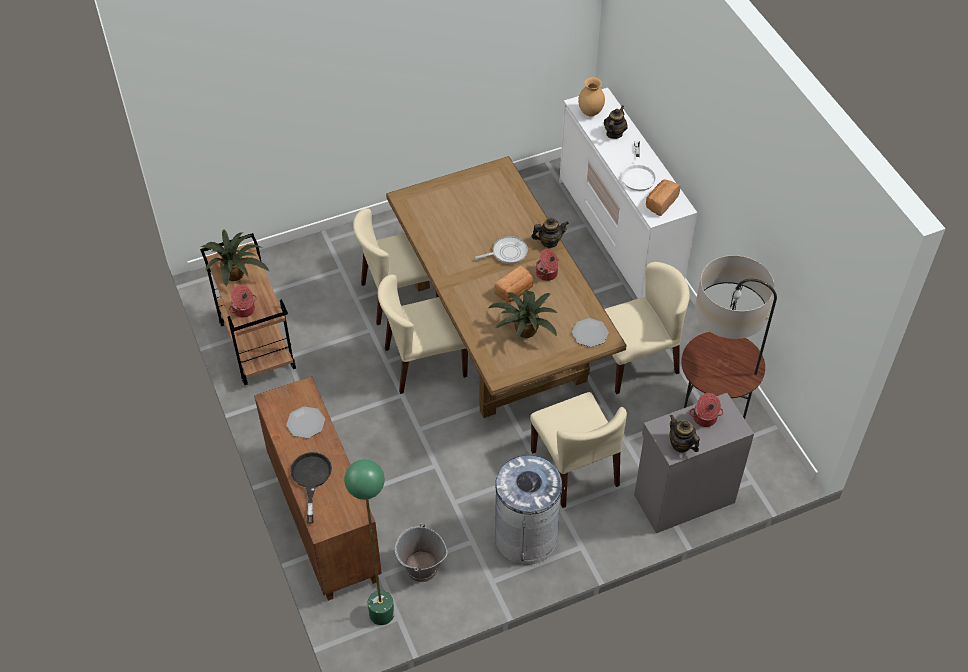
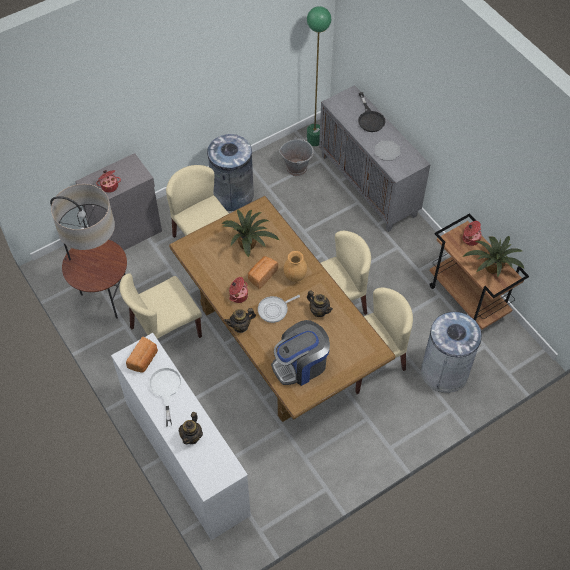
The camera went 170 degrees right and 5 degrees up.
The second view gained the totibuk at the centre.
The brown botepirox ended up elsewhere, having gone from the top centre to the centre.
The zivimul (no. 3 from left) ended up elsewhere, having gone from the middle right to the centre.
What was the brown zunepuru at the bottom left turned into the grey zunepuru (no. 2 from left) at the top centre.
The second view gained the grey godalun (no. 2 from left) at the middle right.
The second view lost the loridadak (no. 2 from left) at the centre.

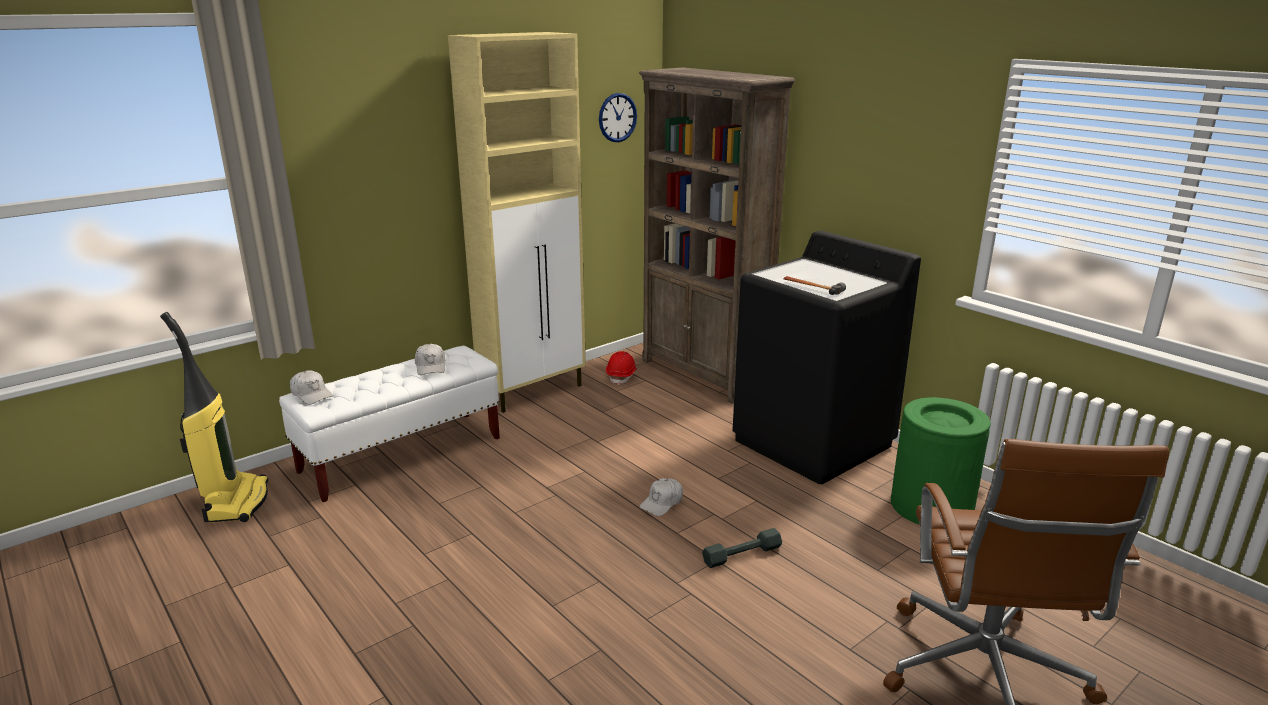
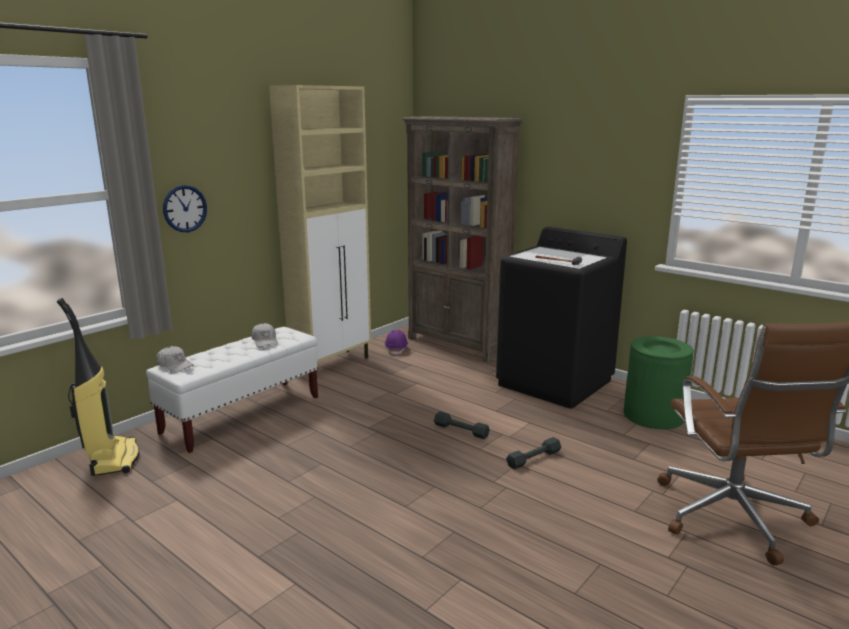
The camera went 10 degrees left and 5 degrees down.
The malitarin ended up elsewhere, having gone from the top centre to the top left.
What was the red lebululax at the centre turned into the purple lebululax at the centre.
Where the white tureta (no. 3 from left) stood at the bottom centre, the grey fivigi (no. 1 from left) came to stand at the bottom centre.

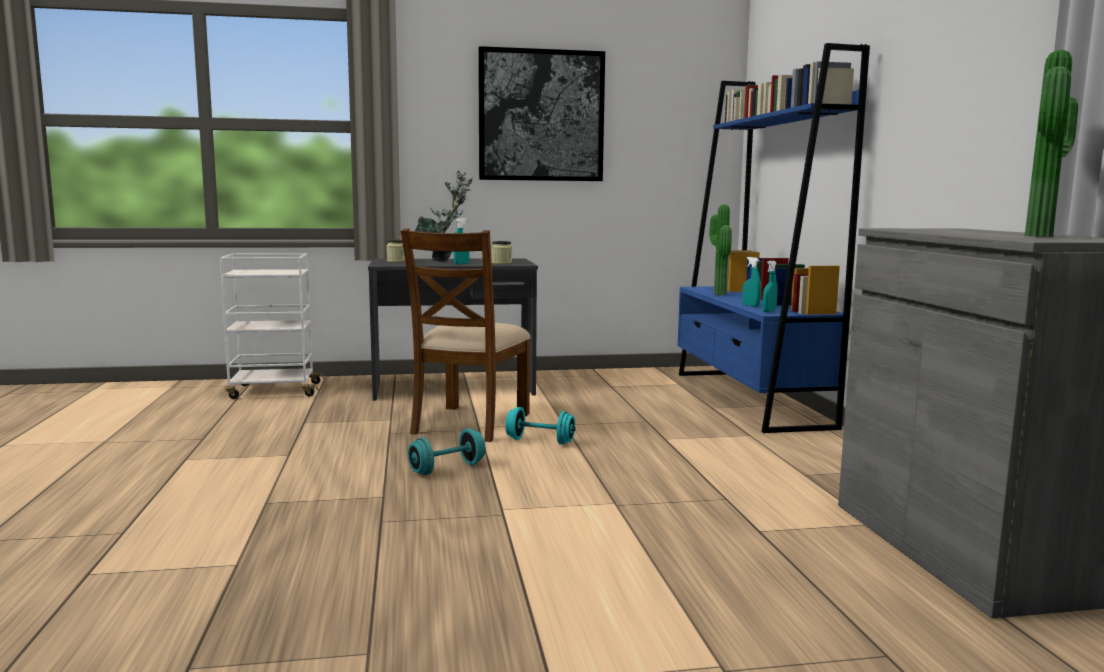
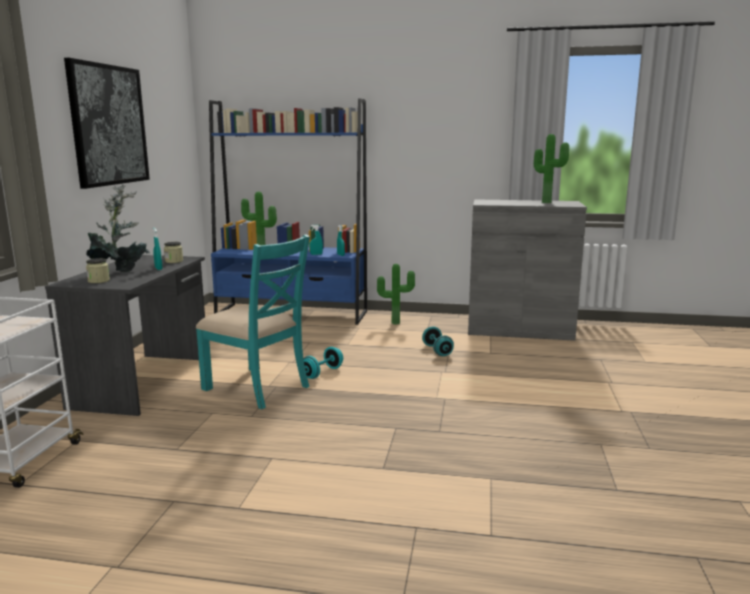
The camera went 70 degrees left and 5 degrees up.
What was the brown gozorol at the centre turned into the turquoise gozorol at the centre.
The second view gained the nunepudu (no. 3 from left) at the centre.
The turquoise fivigi (no. 1 from left in the first image) ended up elsewhere, having gone from the bottom centre to the centre.

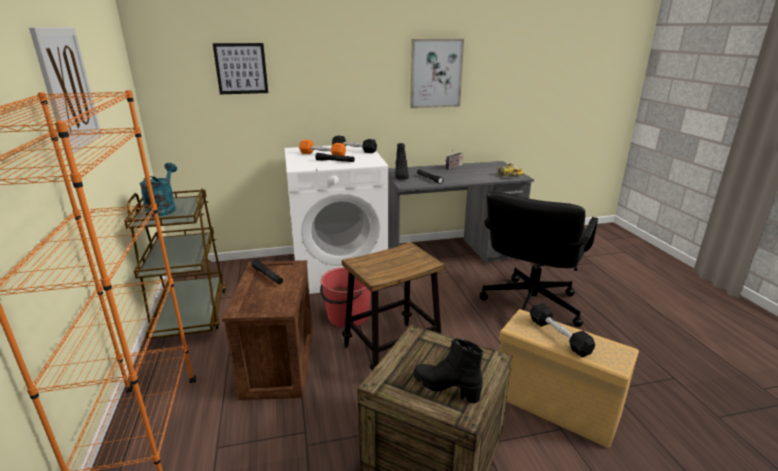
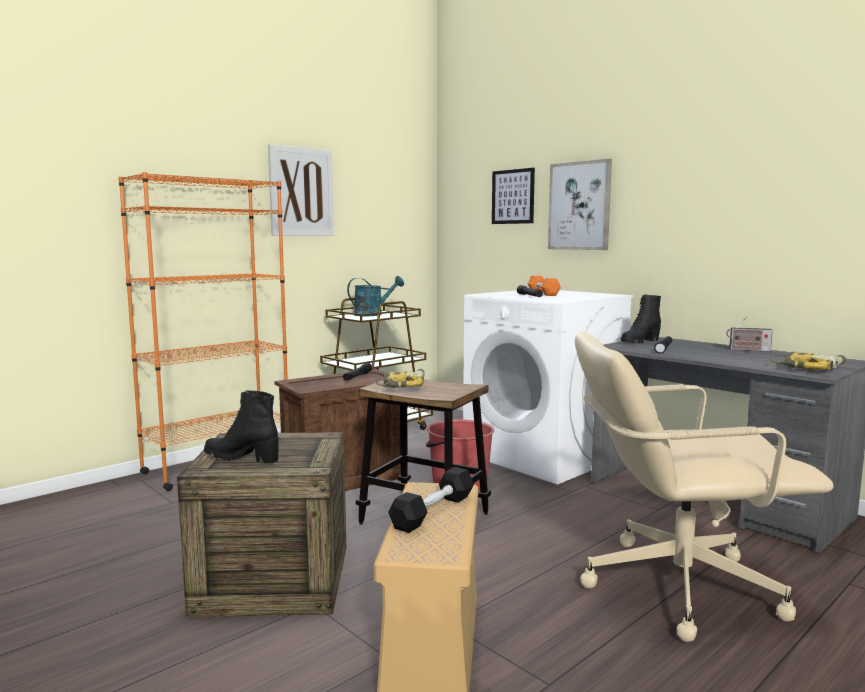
The camera went 60 degrees right and 15 degrees down.
The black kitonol (no. 2 from left in the first image) at the bottom centre ended up facing another way, 75 degrees counterclockwise from before.
The second view gained the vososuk (no. 1 from left) at the centre.
The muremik (no. 3 from left) ended up elsewhere, having gone from the top centre to the top right.
What was the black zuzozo at the middle right turned into the beige zuzozo at the bottom right.
The second view lost the black fivigi (no. 1 from left) at the top centre.

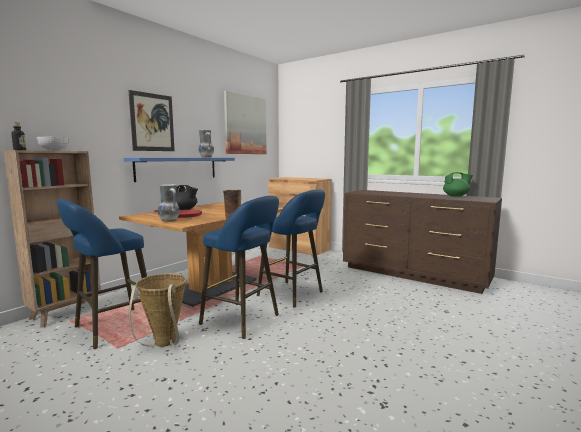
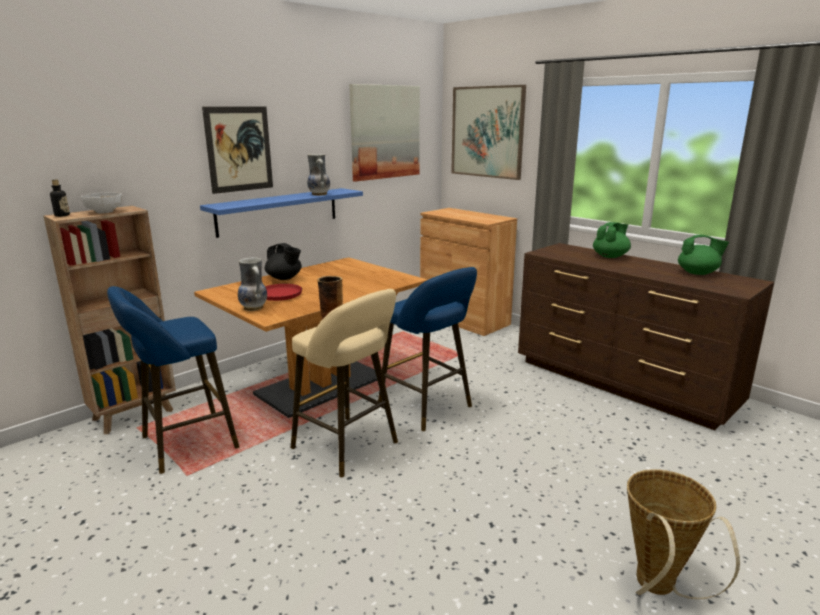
The camera went 10 degrees right and 10 degrees up.
What was the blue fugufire (no. 2 from left) at the centre turned into the beige fugufire at the centre.
The second view gained the muremik (no. 3 from left) at the top centre.
The second view gained the green zivimul (no. 1 from left) at the middle right.
The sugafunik ended up elsewhere, having gone from the bottom left to the bottom right.

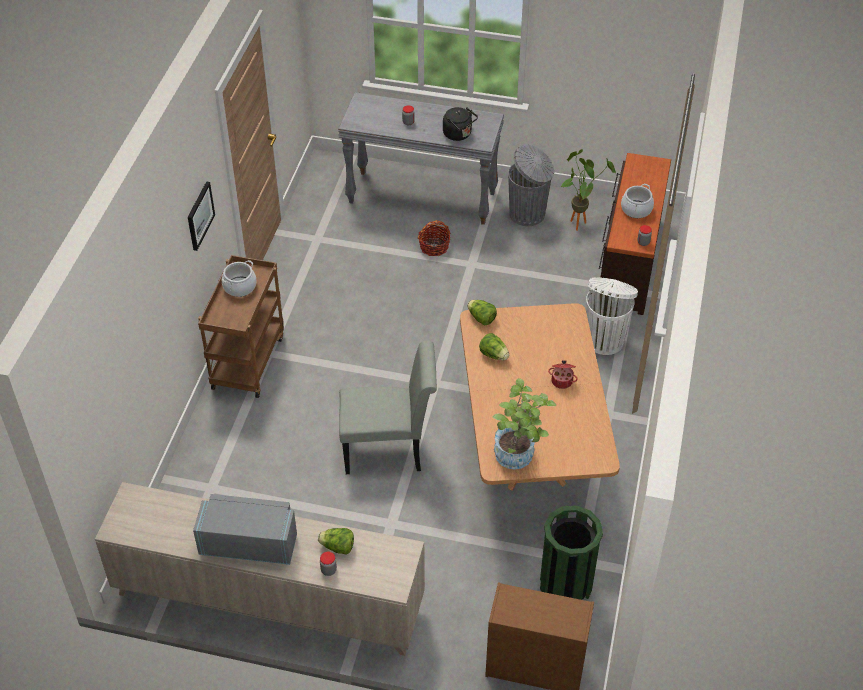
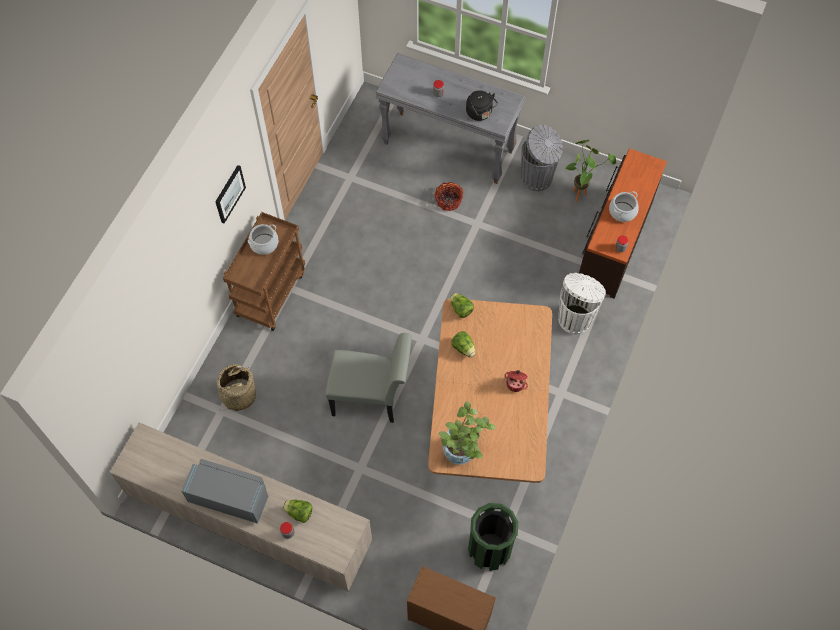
The camera went 10 degrees right and 15 degrees up.
The second view gained the sugafunik (no. 1 from left) at the middle left.

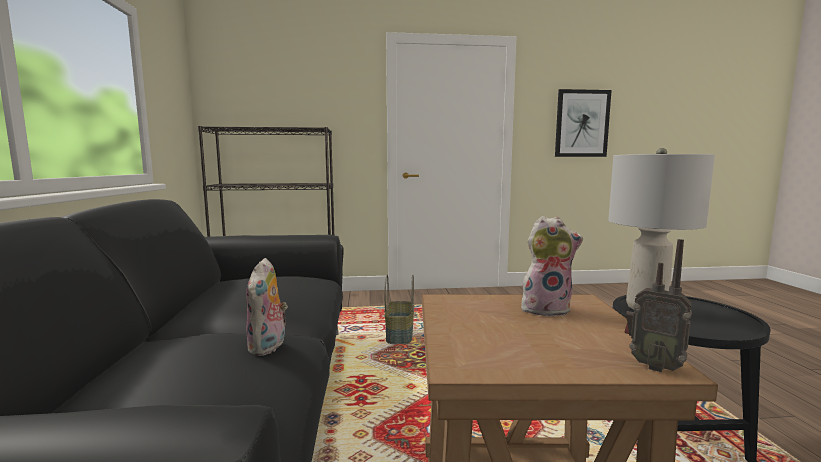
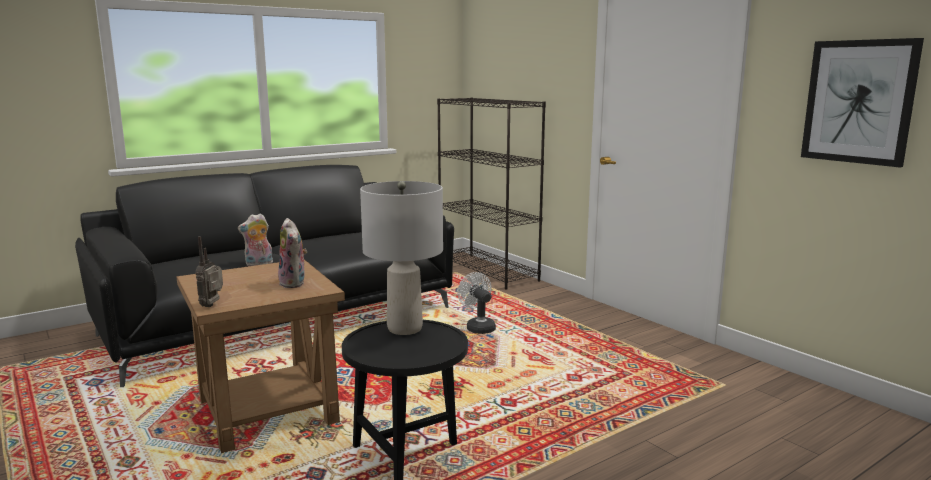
The camera went 60 degrees right and 5 degrees up.
Where the sugafunik stood at the bottom centre, the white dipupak came to stand at the centre.

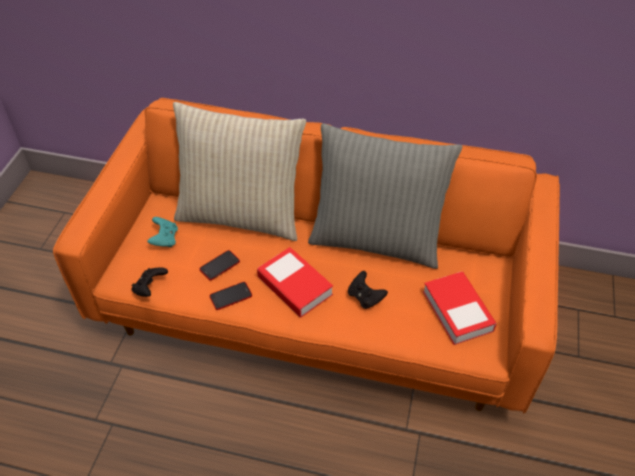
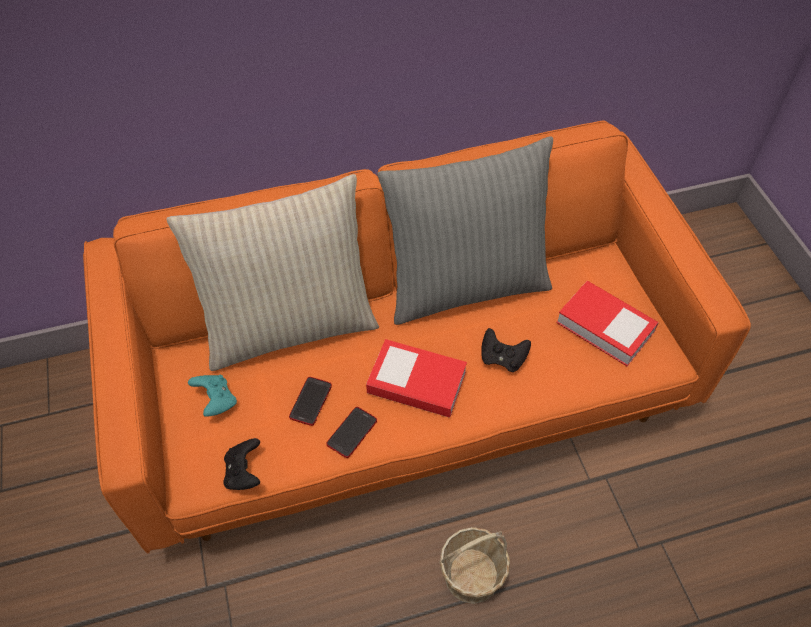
The camera went 30 degrees left and 5 degrees up.
The second view gained the sugafunik at the bottom centre.

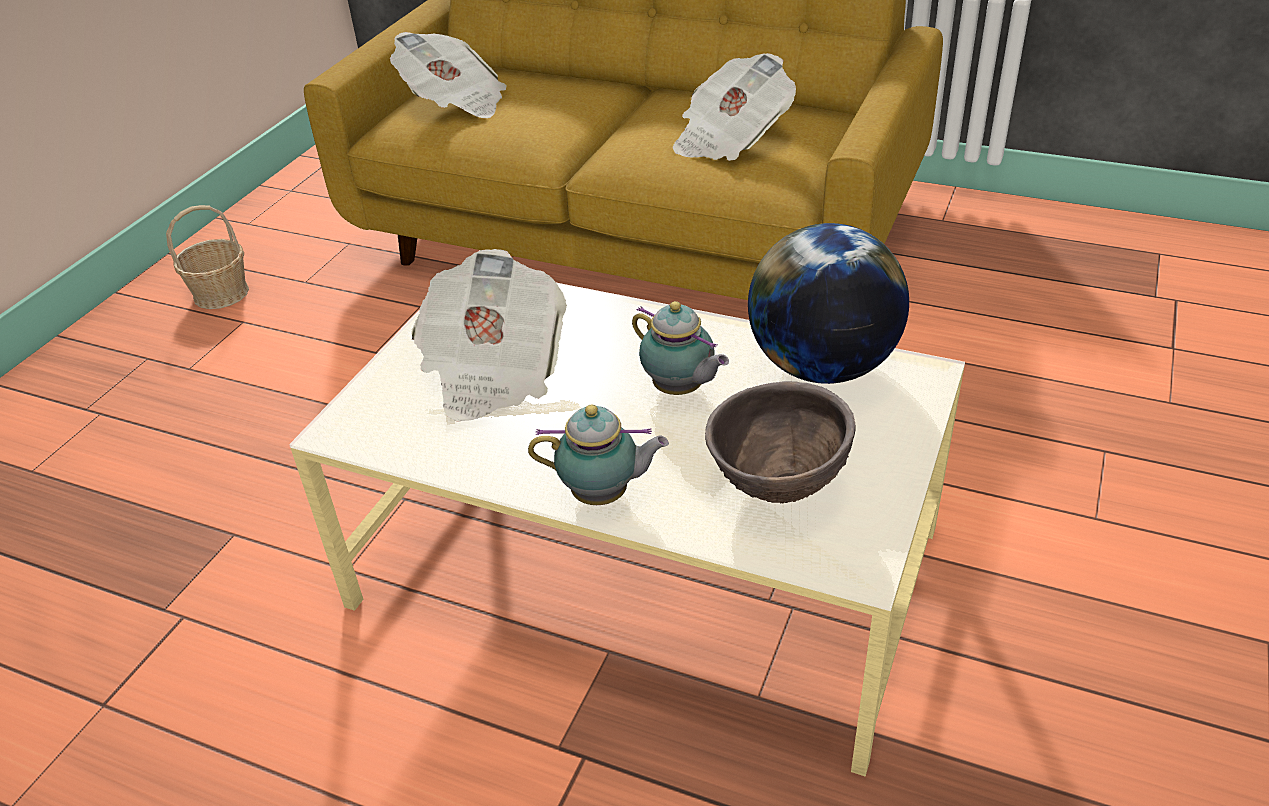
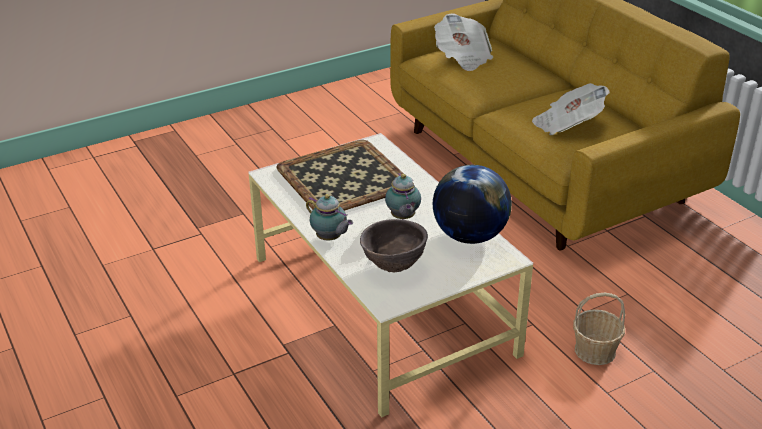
The camera went 35 degrees right and 5 degrees down.
Where the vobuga (no. 2 from left) stood at the centre, the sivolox came to stand at the centre.
The sugafunik ended up elsewhere, having gone from the top left to the bottom right.

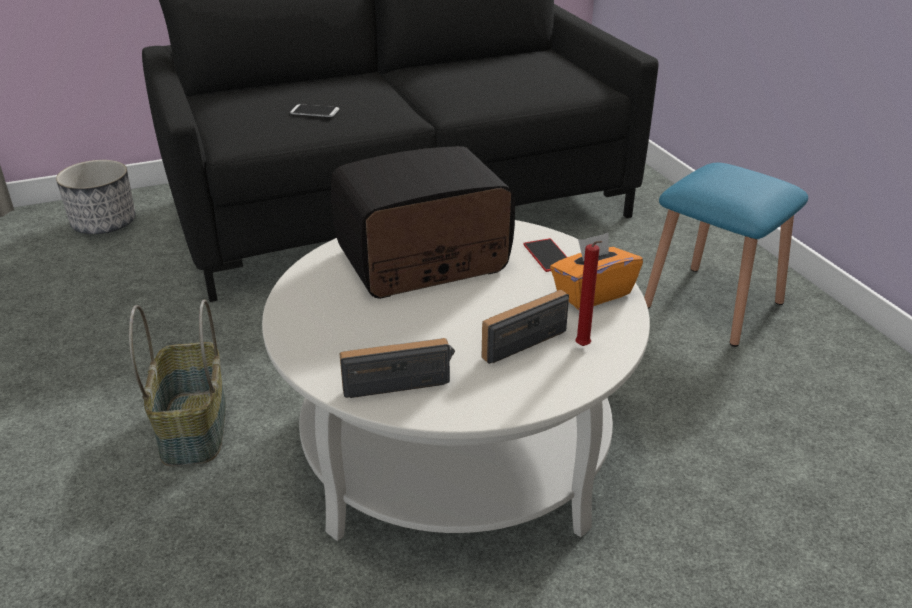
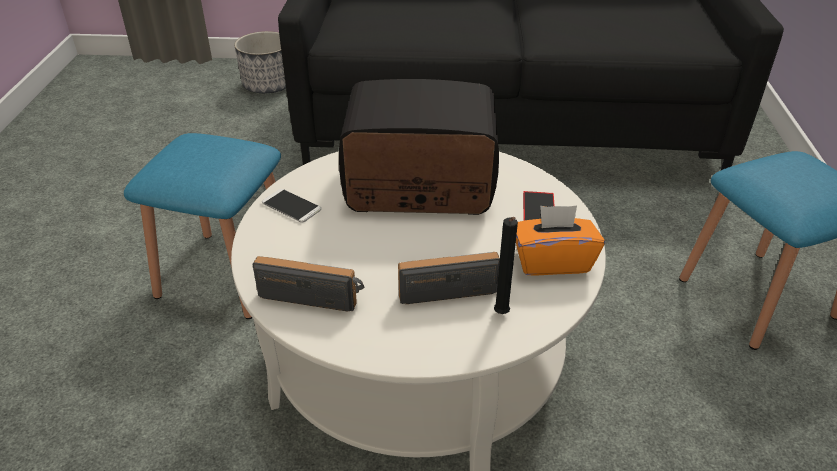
The camera went 25 degrees right and 5 degrees up.
Where the sugafunik stood at the middle left, the blue fugufire (no. 1 from left) came to stand at the middle left.
The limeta (no. 1 from left) ended up elsewhere, having gone from the top centre to the centre.
What was the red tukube at the centre turned into the black tukube at the centre.

